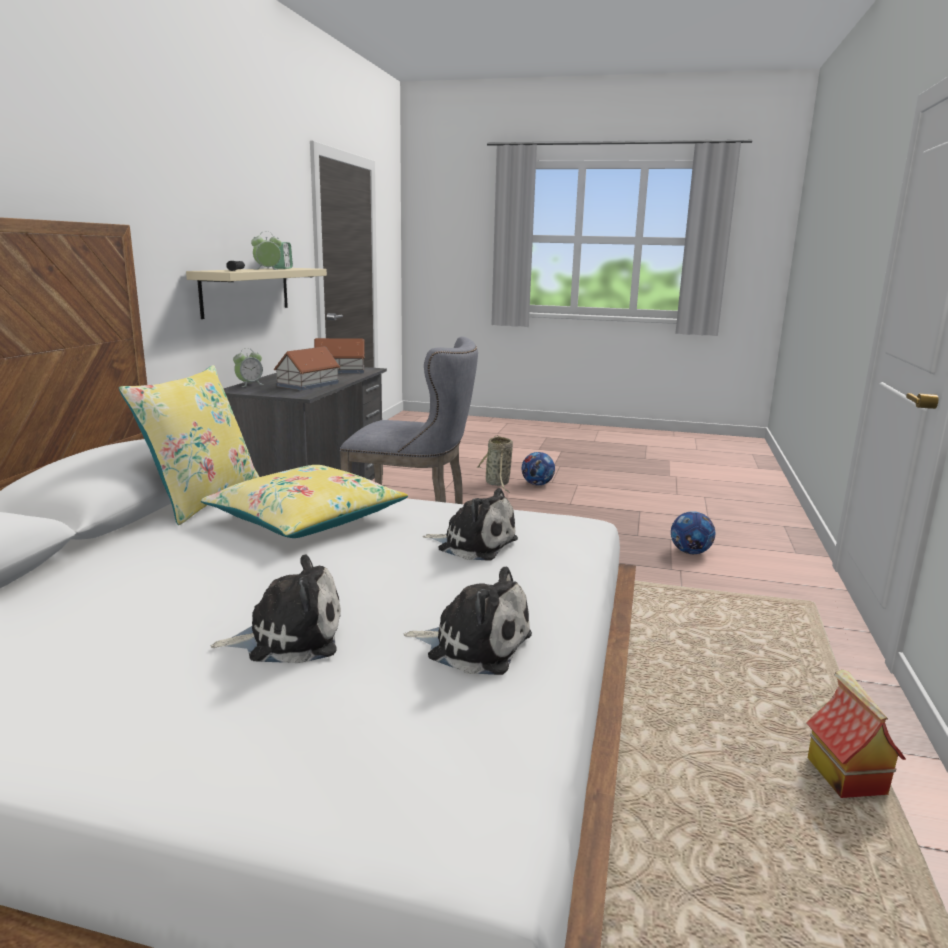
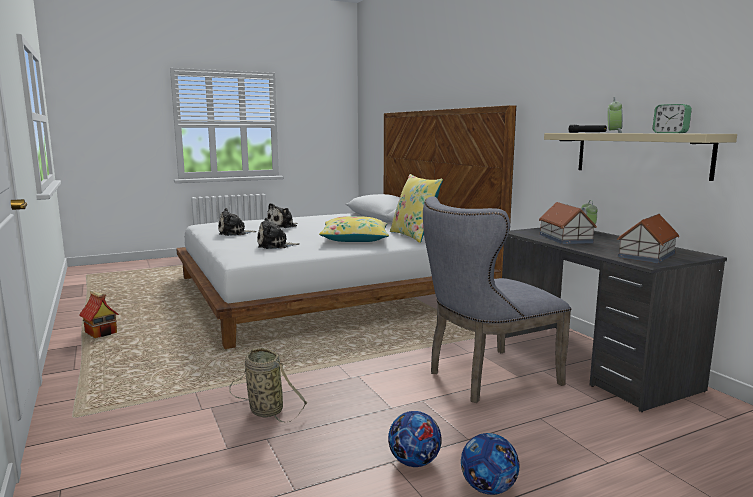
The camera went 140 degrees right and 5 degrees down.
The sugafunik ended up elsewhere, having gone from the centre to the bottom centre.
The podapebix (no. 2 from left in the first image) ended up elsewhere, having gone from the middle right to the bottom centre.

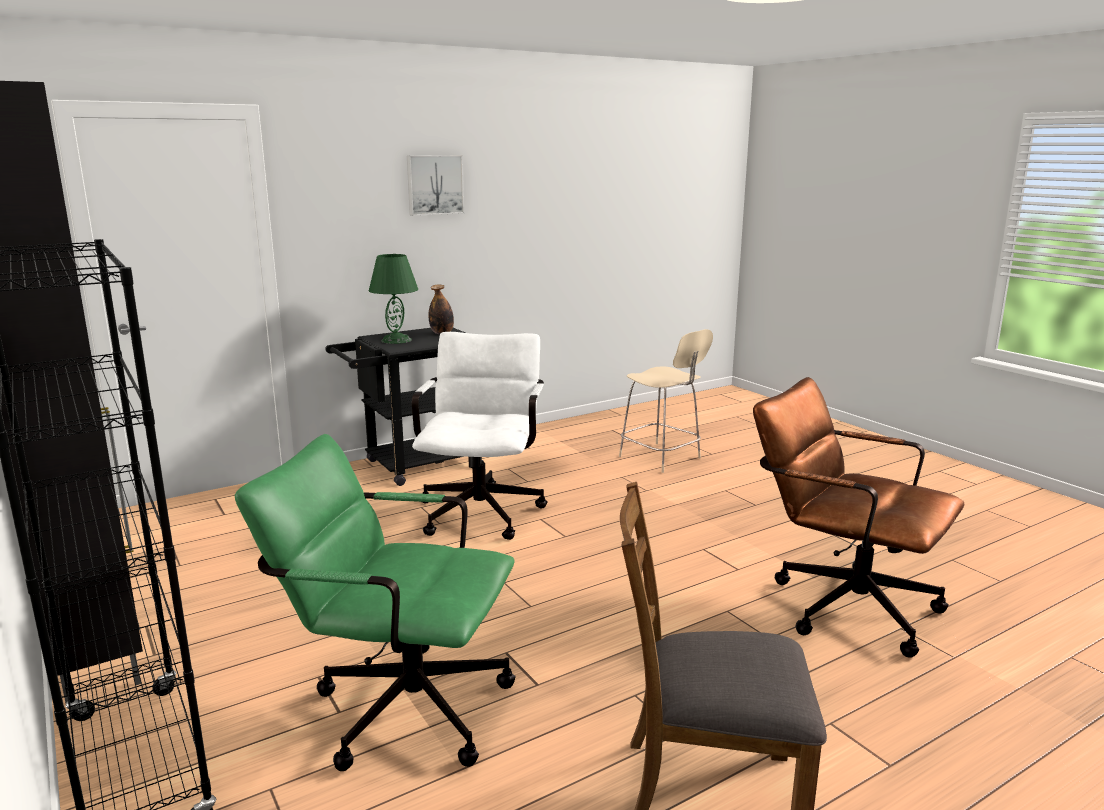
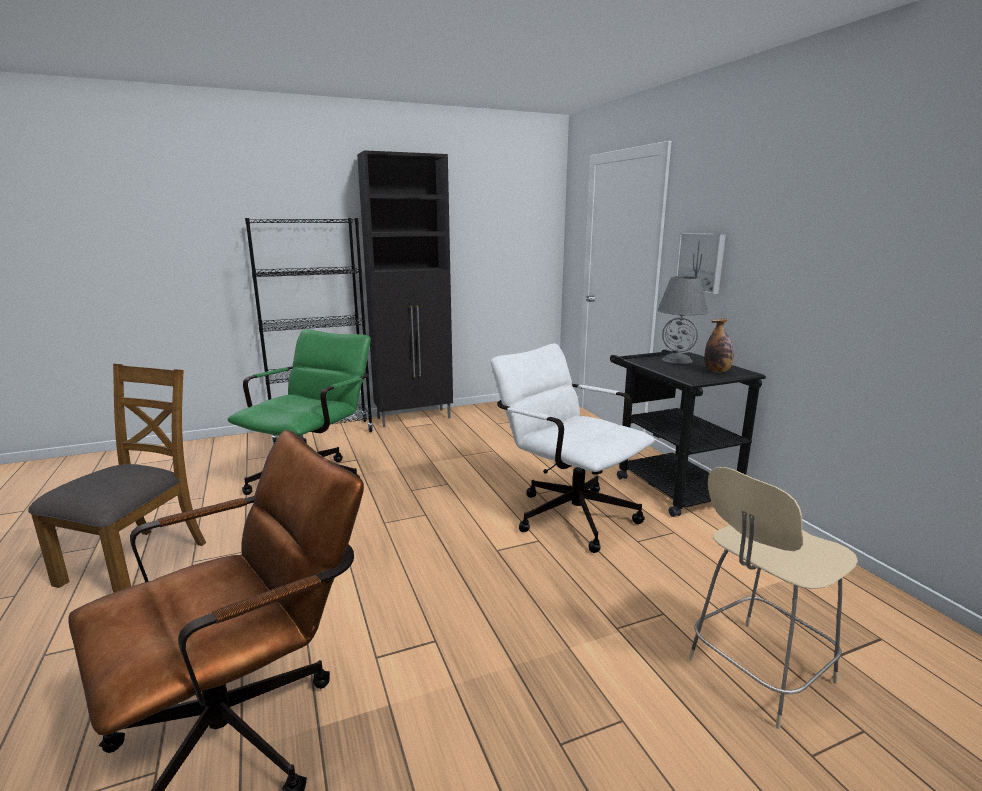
The camera went 100 degrees right and 0 degrees up.
The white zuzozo at the centre ended up facing another way, 150 degrees counterclockwise from before.
What was the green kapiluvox at the centre turned into the grey kapiluvox at the middle right.
The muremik ended up elsewhere, having gone from the top centre to the top right.

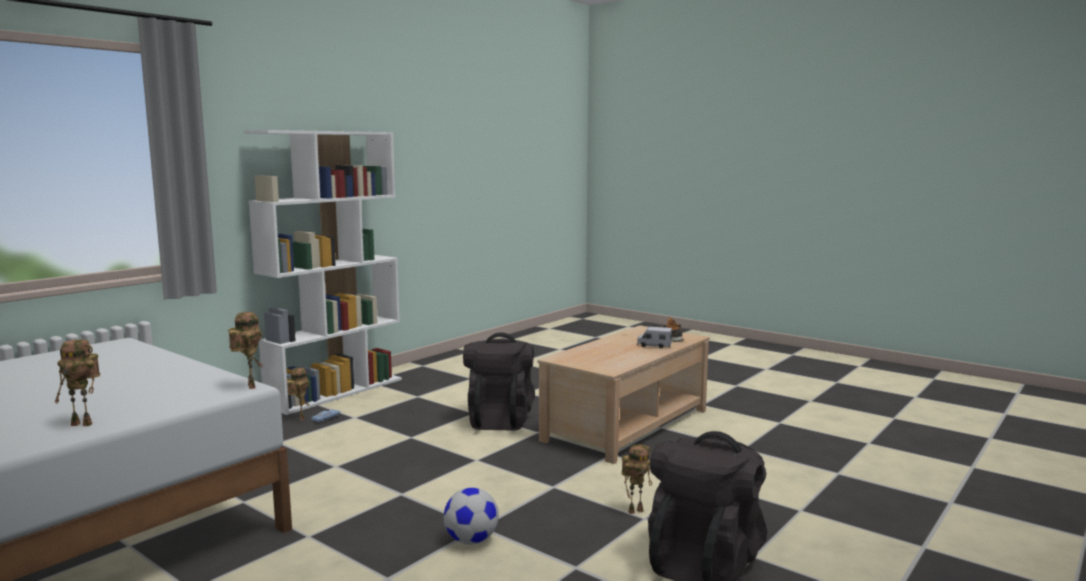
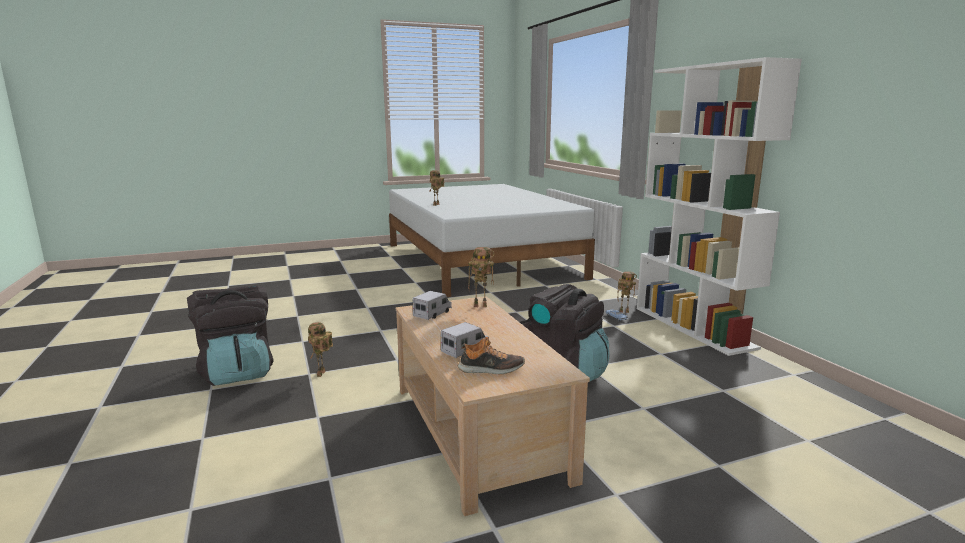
The camera went 120 degrees right and 5 degrees up.
The second view gained the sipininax (no. 1 from left) at the centre.
The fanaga (no. 2 from left in the first image) ended up elsewhere, having gone from the middle left to the centre.
The second view lost the podapebix at the bottom centre.

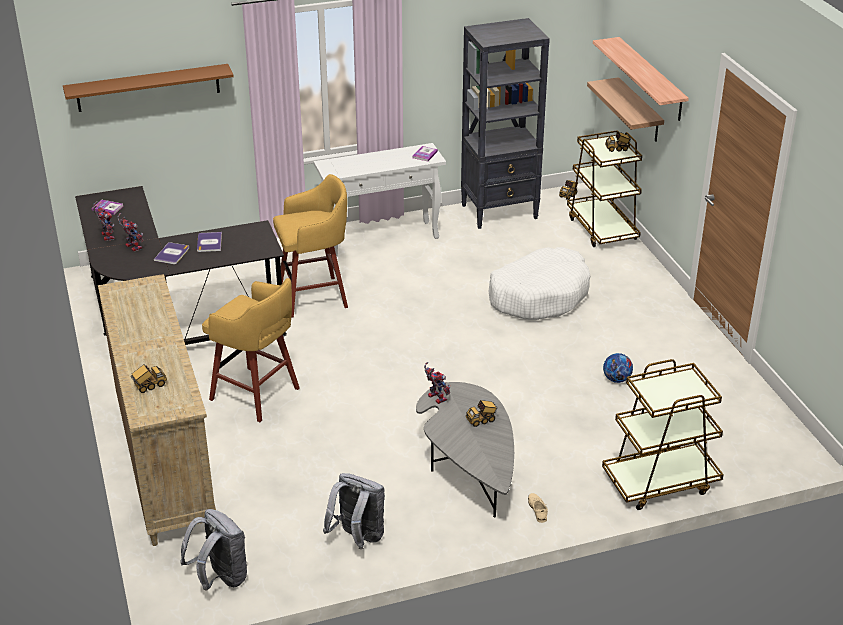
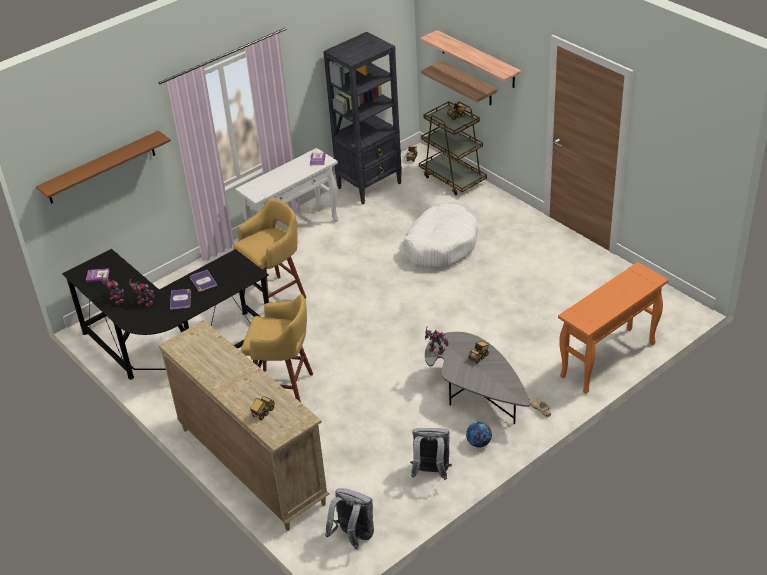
The camera went 20 degrees left and 5 degrees up.
The podapebix ended up elsewhere, having gone from the middle right to the bottom centre.
Where the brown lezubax (no. 2 from left) stood at the bottom right, the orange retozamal came to stand at the middle right.

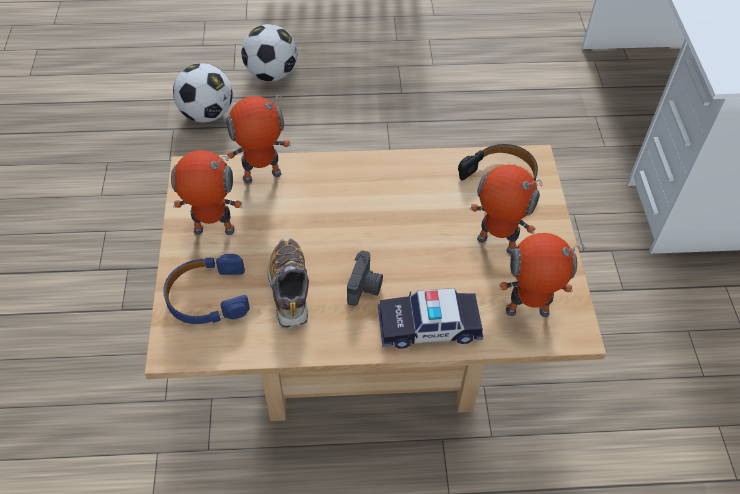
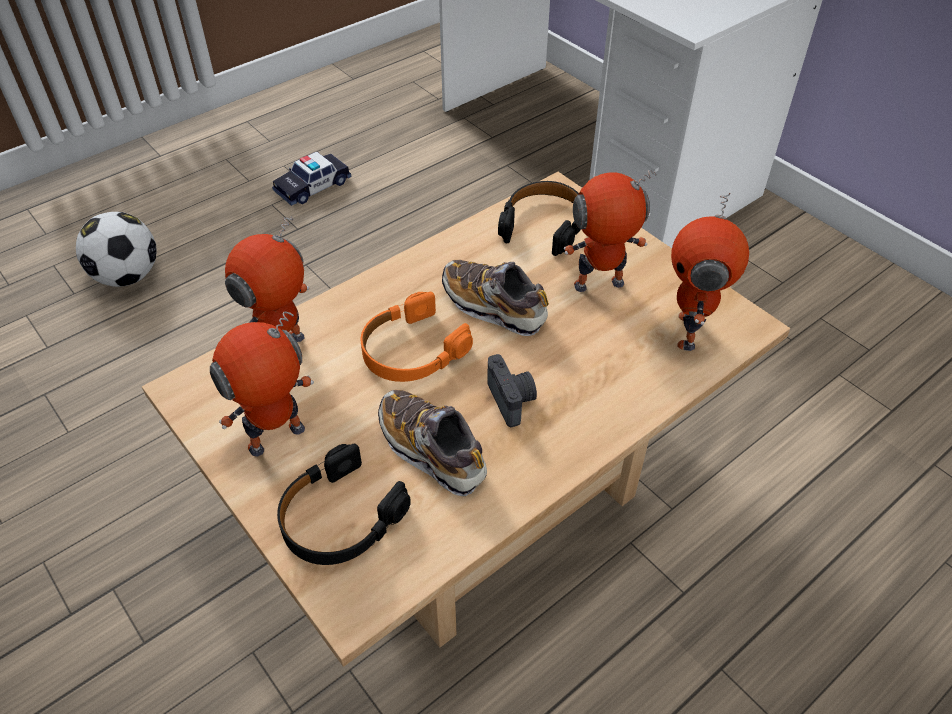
The camera went 35 degrees left and 5 degrees down.
The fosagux ended up elsewhere, having gone from the centre to the top left.
What was the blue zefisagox at the middle left turned into the black zefisagox (no. 1 from left) at the bottom centre.
The second view gained the orange zefisagox at the centre.
The second view gained the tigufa (no. 2 from left) at the centre.
The fanaga (no. 4 from left) at the middle right ended up facing another way, 45 degrees counterclockwise from before.
The second view lost the podapebix (no. 1 from left) at the top left.

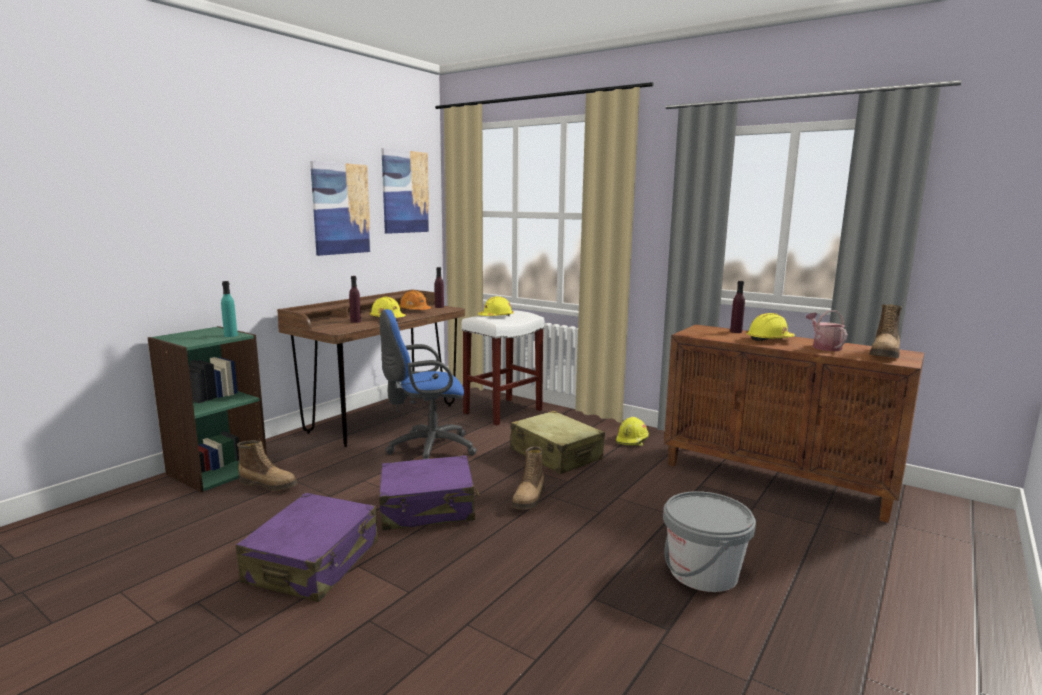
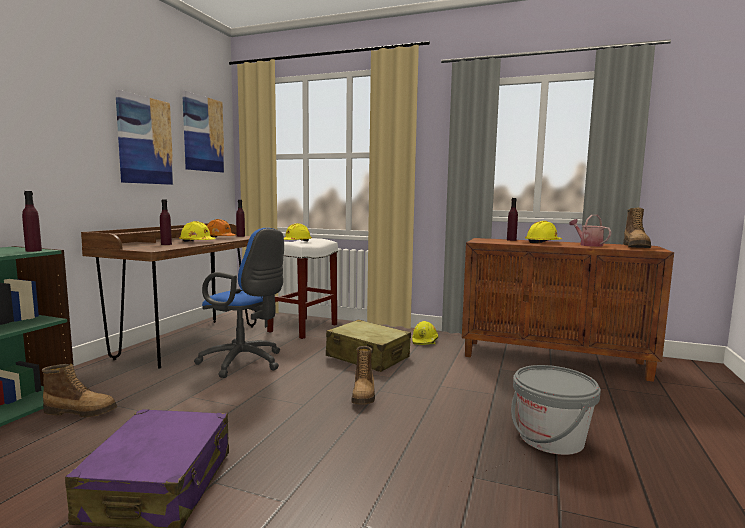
The camera went 15 degrees left and 5 degrees down.
What was the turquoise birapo at the middle left turned into the purple birapo (no. 1 from left) at the middle left.
The blue zuzozo at the centre ended up facing another way, 120 degrees counterclockwise from before.
The second view lost the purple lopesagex (no. 2 from left) at the bottom centre.

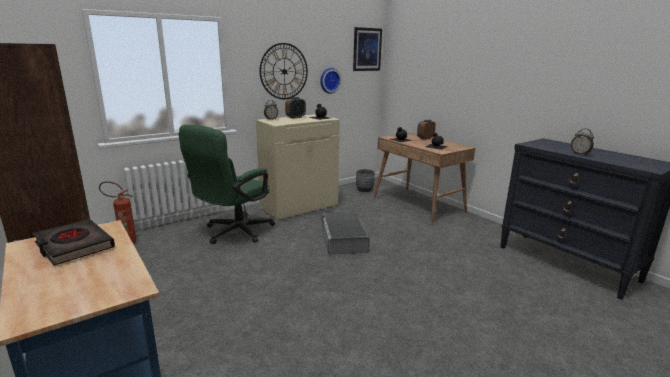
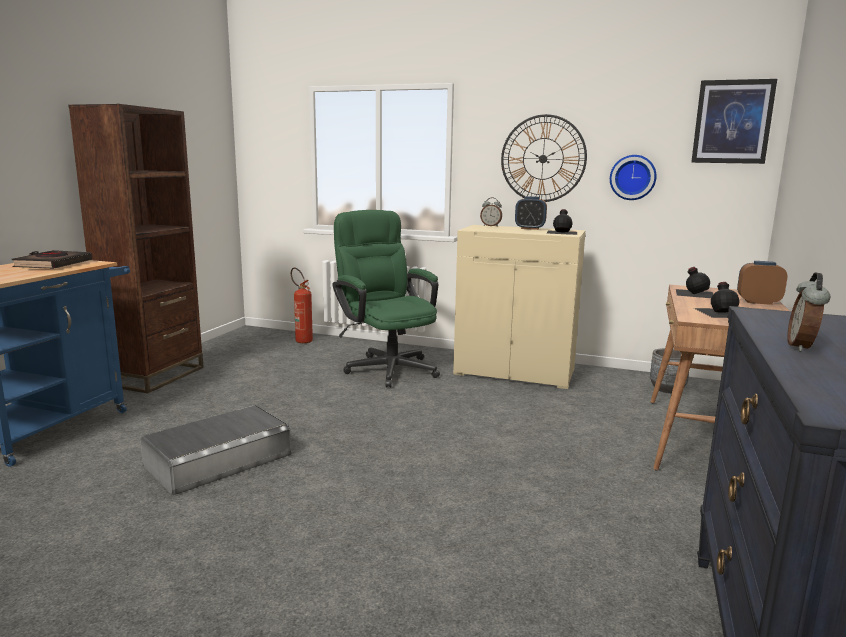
The camera went 55 degrees right and 5 degrees down.
The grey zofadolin ended up elsewhere, having gone from the centre to the bottom left.
The green zuzozo at the centre ended up facing another way, 60 degrees clockwise from before.

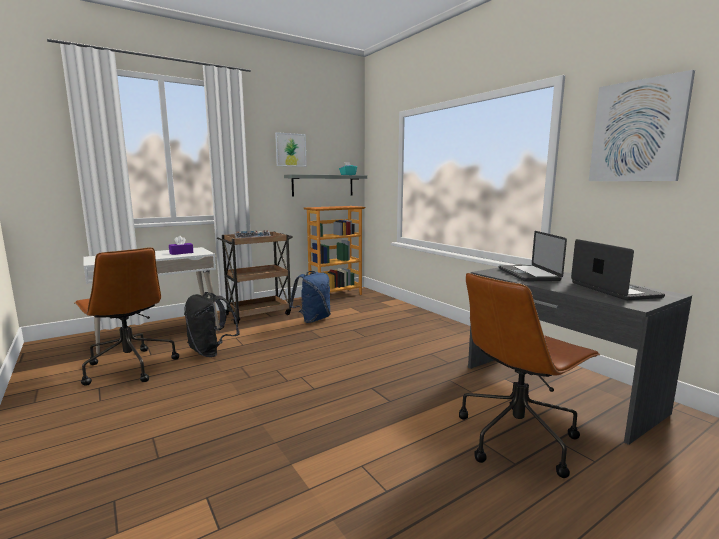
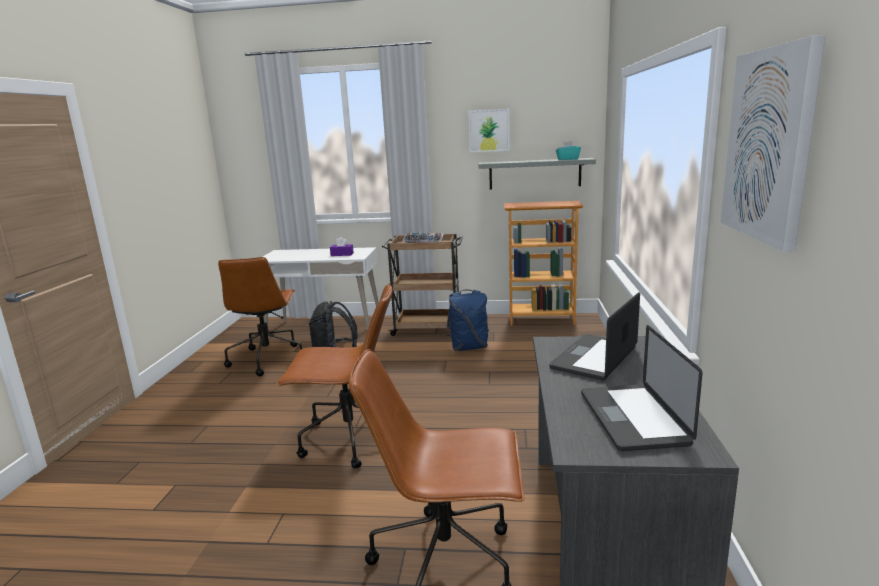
The camera went 40 degrees right and 5 degrees up.
The second view gained the brown zuzozo (no. 2 from left) at the centre.
The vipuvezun (no. 2 from left) at the middle right ended up facing another way, 150 degrees clockwise from before.

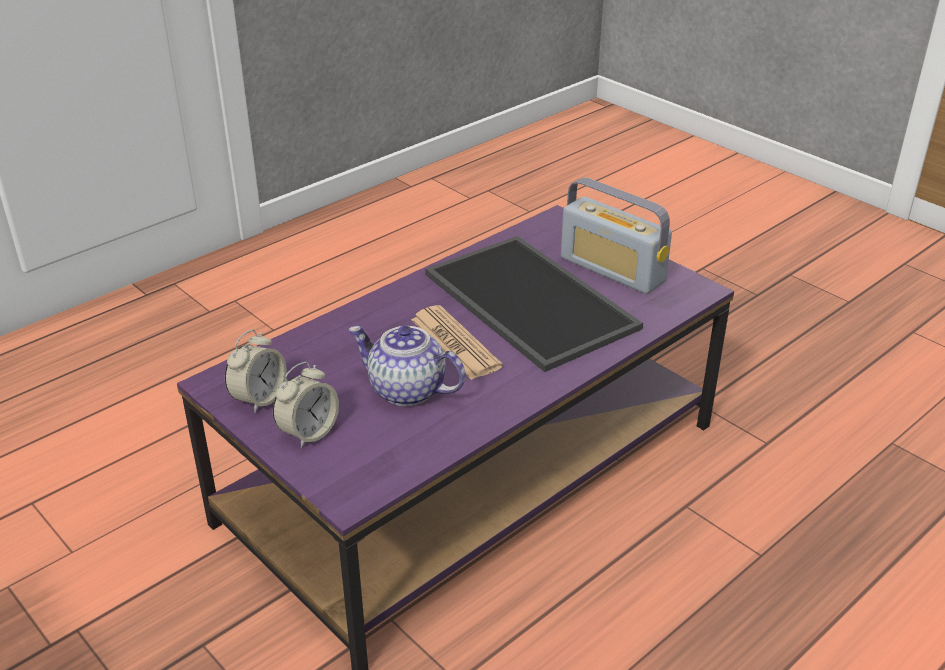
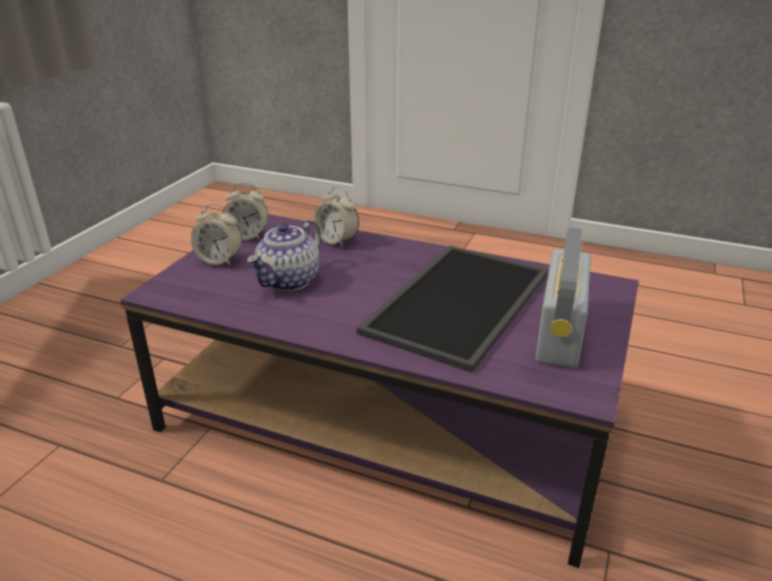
The camera went 65 degrees right and 5 degrees down.
The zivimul at the centre ended up facing another way, 150 degrees counterclockwise from before.
The second view gained the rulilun (no. 3 from left) at the centre.
The second view lost the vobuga at the centre.

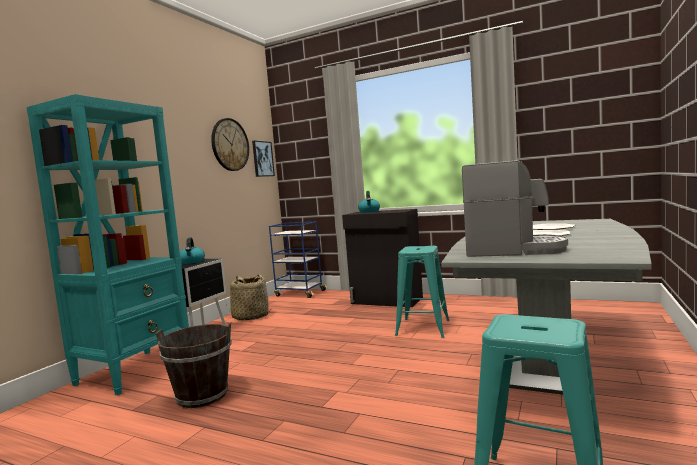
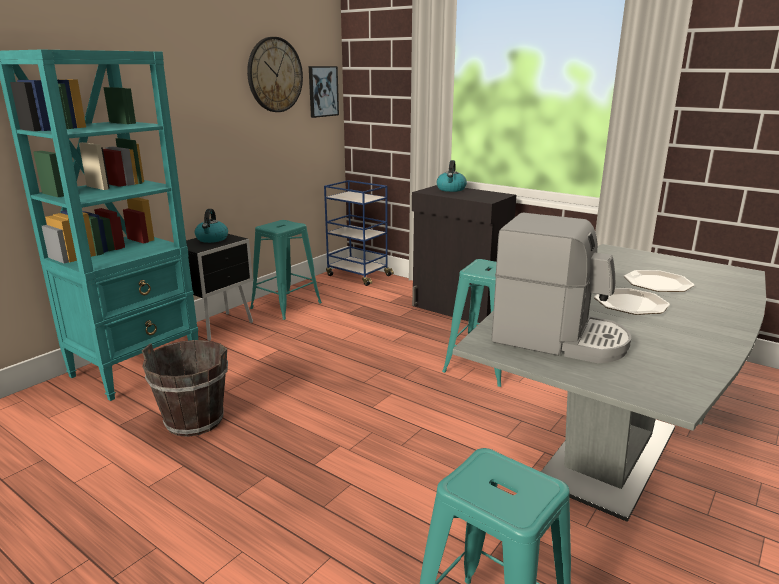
The camera went 10 degrees right and 15 degrees up.
Where the sugafunik stood at the centre, the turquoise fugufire (no. 1 from left) came to stand at the centre.

